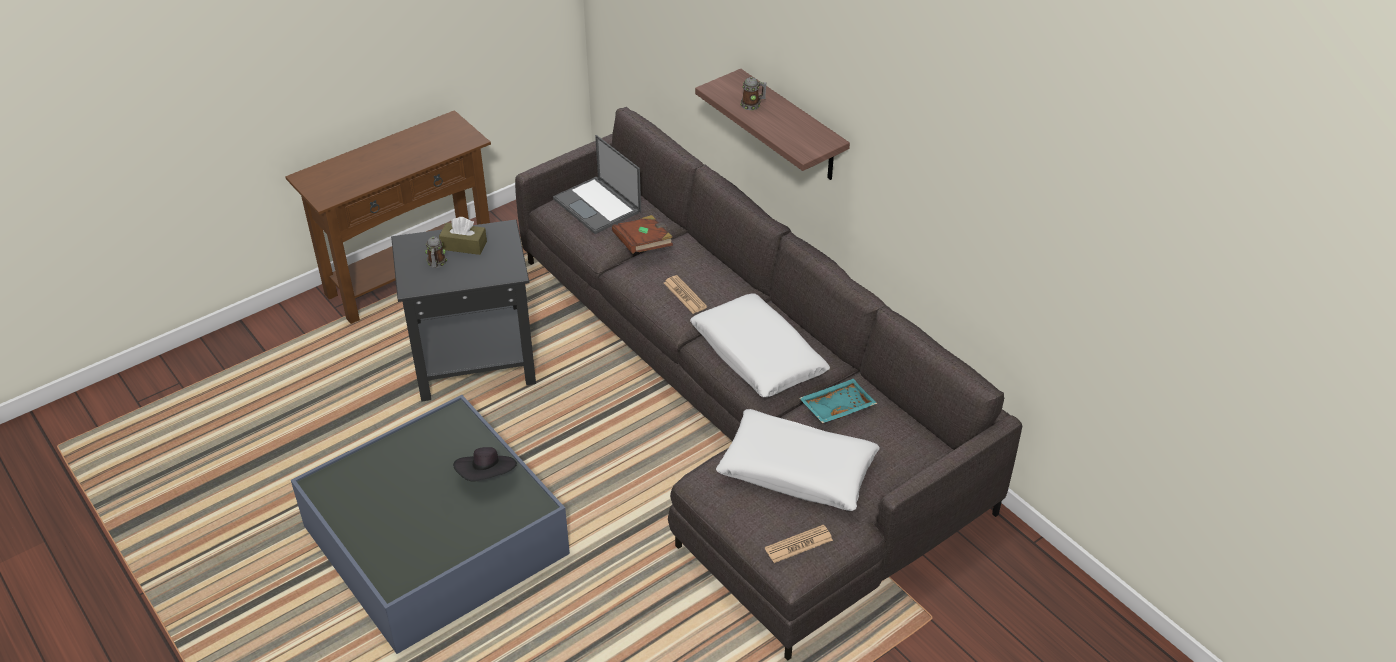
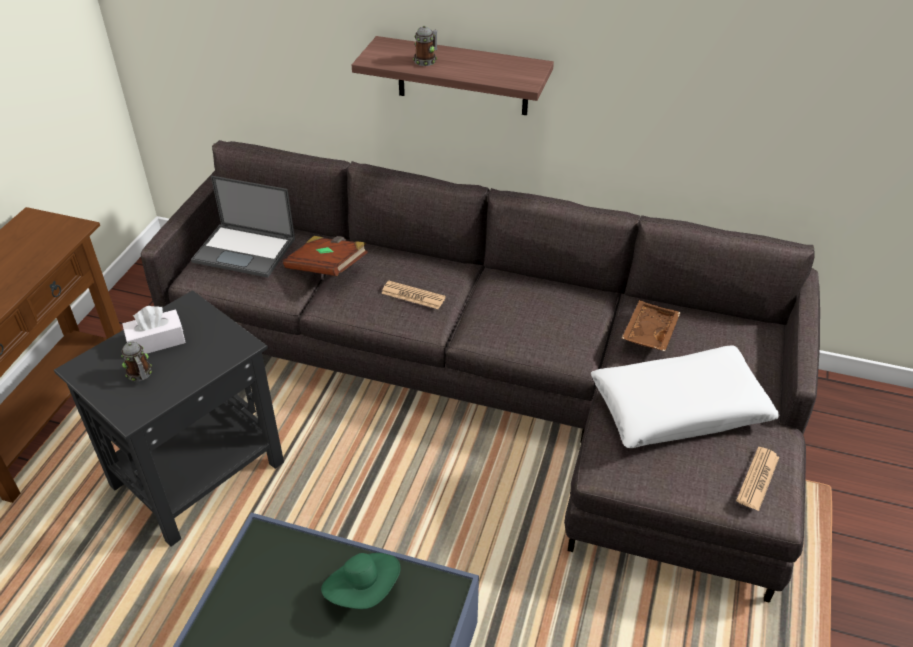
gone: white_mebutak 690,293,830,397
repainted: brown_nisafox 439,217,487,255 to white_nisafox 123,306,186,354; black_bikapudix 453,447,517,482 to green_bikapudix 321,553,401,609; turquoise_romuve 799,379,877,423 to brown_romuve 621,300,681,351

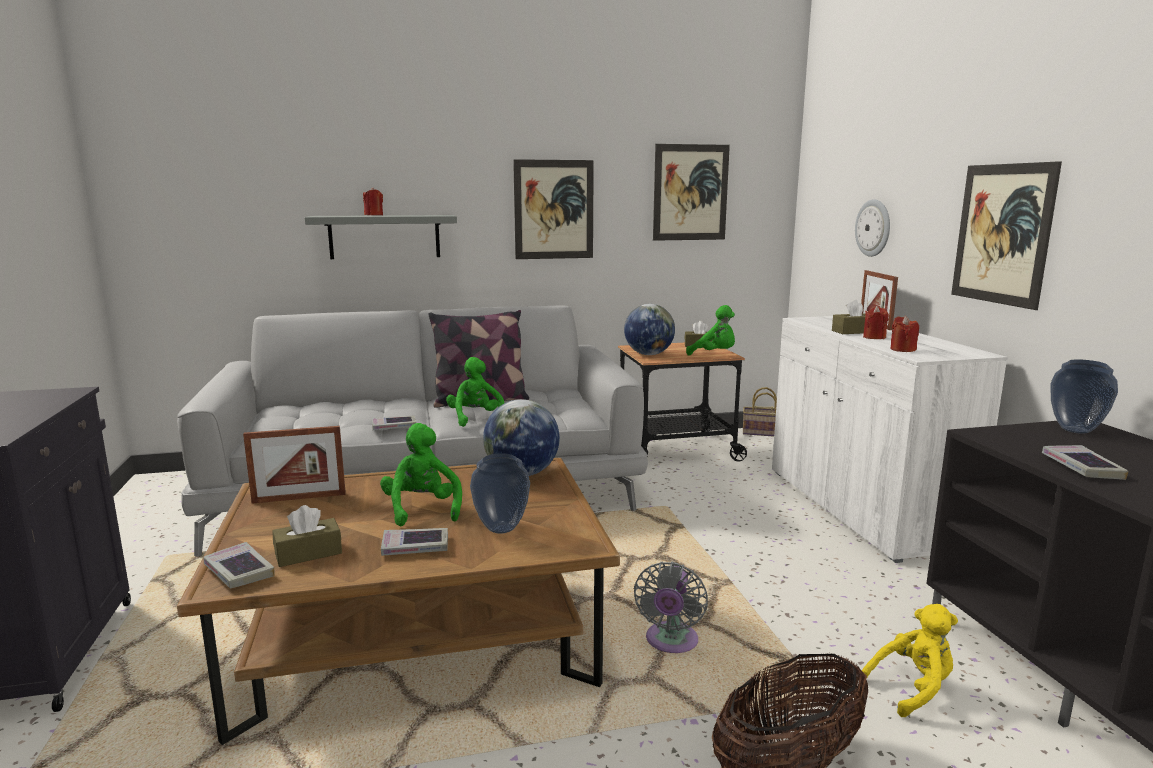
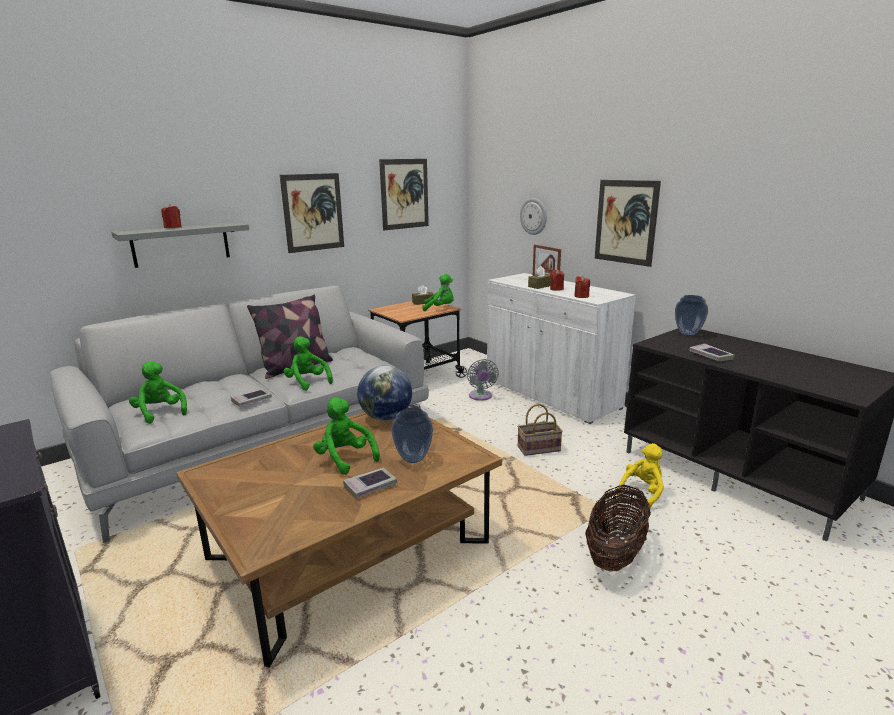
gone: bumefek 203,542,274,588; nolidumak 243,426,346,504; brown_nisafox 272,505,342,567; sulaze 624,304,675,355
new: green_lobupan 129,361,187,424
shifted: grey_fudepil 634,562,708,653 to 467,359,499,401; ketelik 743,387,777,437 to 517,404,563,456

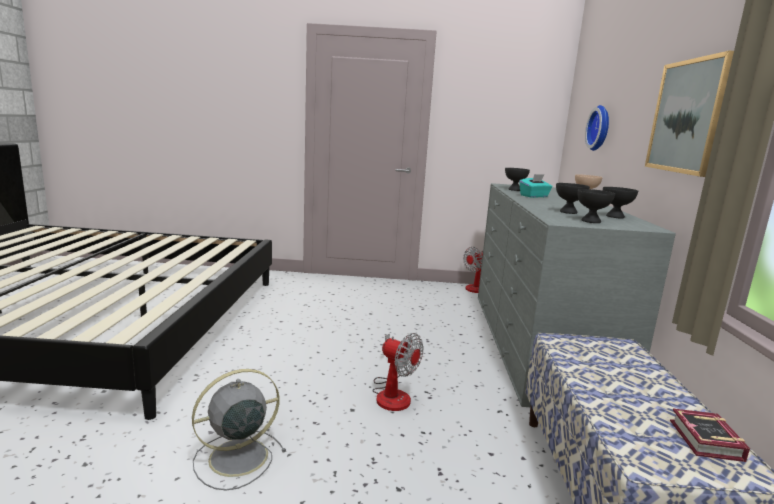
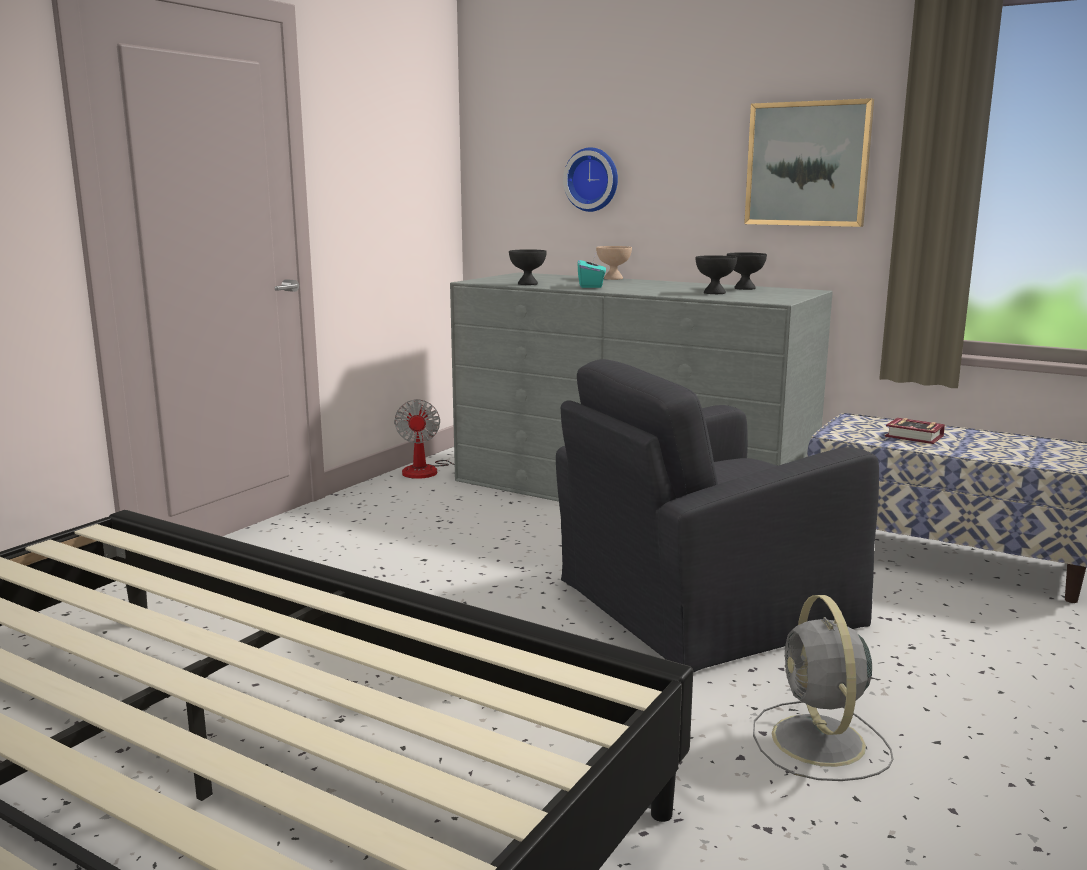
gone: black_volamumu 577,189,615,223
shifted: bumefek 670,409,750,462 to 885,418,945,444
swapped: fudepil 372,333,424,411 to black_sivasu 556,359,879,673

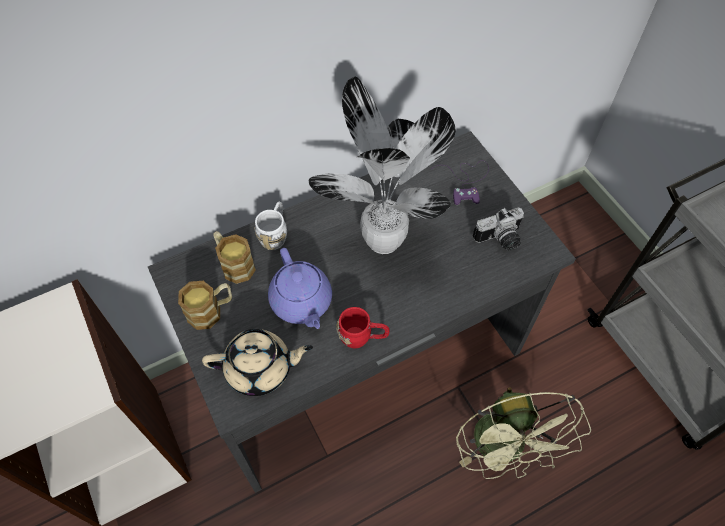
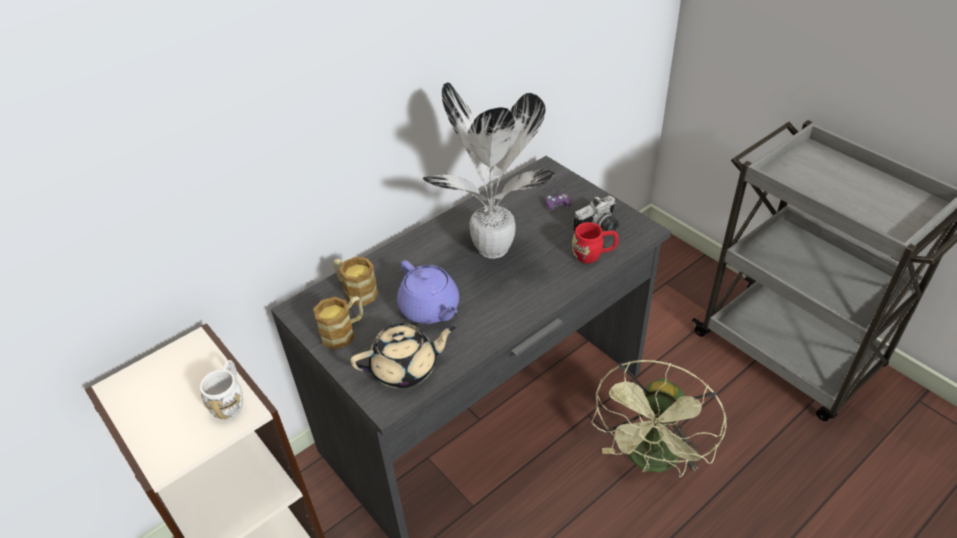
shifted: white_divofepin 255,201,287,250 to 200,360,243,420; red_divofepin 336,307,390,348 to 572,222,619,263
rotated: green_fudepil 456,387,591,479 = 591,360,727,477 45 degrees clockwise

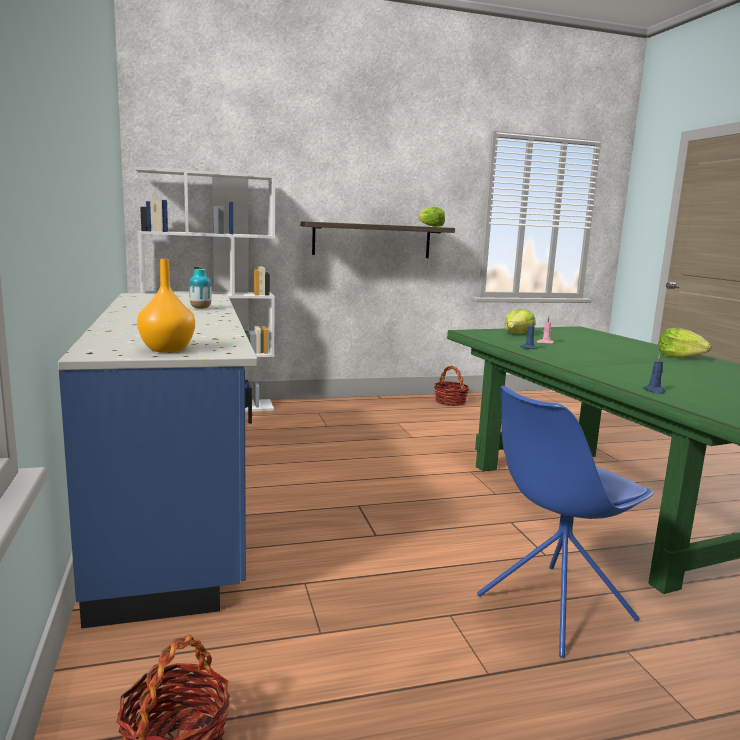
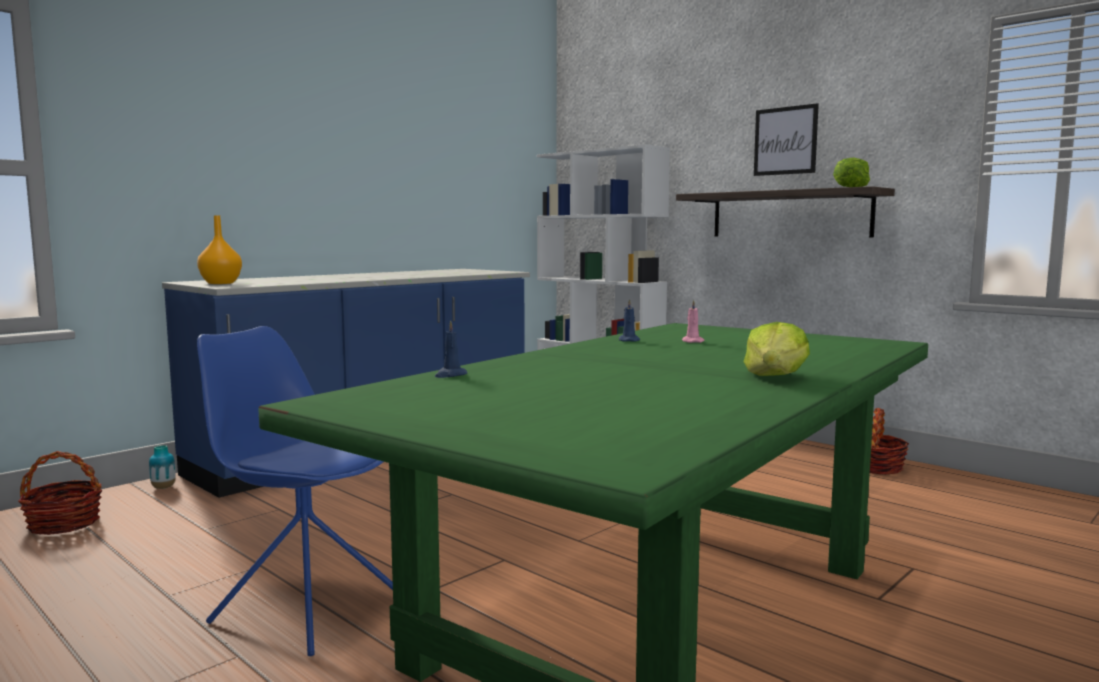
gone: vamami 504,309,536,334
new: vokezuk 754,103,819,176
shifted: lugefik 189,269,212,309 to 149,445,176,489

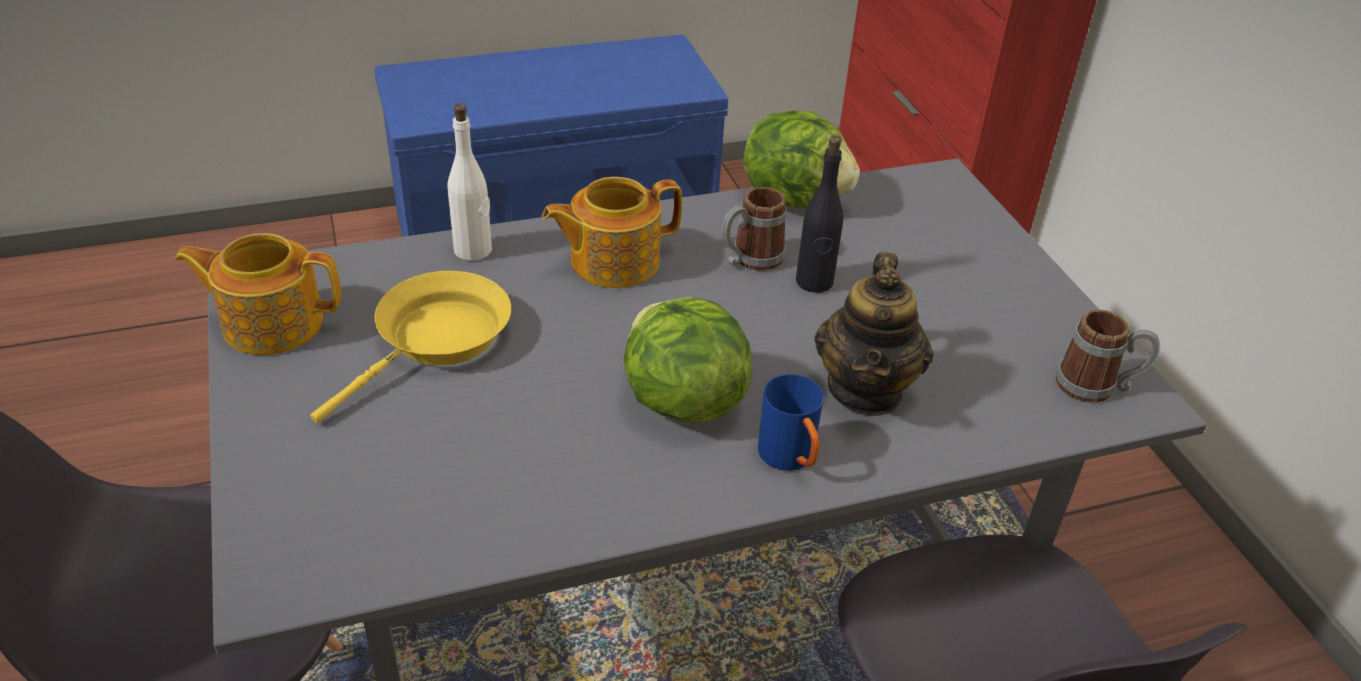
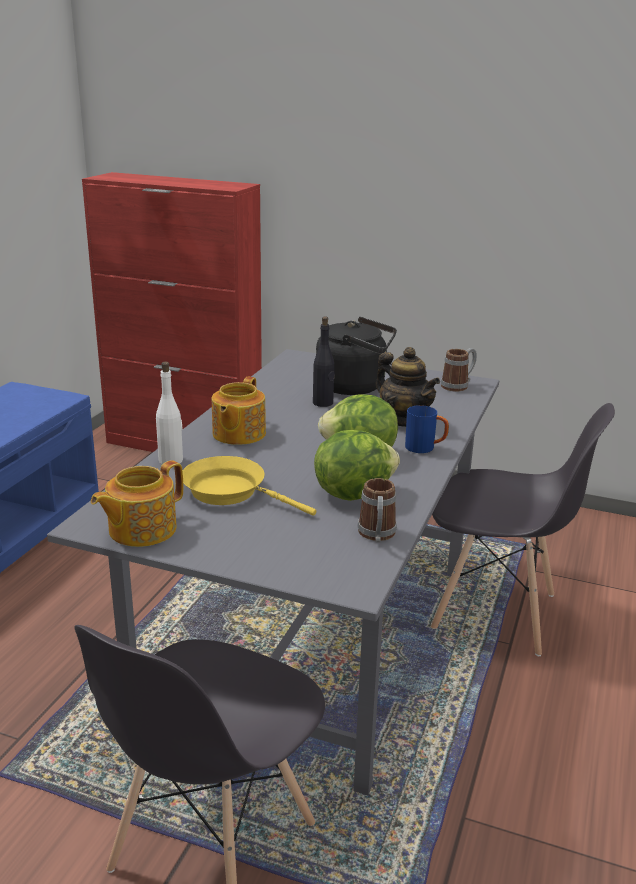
new: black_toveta 316,317,397,395
shifted: divofepin 722,187,787,271 to 357,478,397,543; vamami 744,111,860,208 to 314,430,400,501
rotated: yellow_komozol 310,271,511,423 = 183,456,316,516 45 degrees counterclockwise

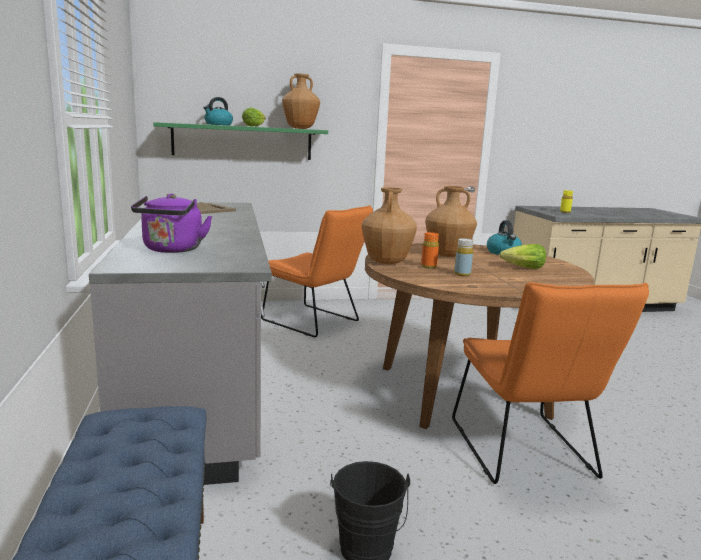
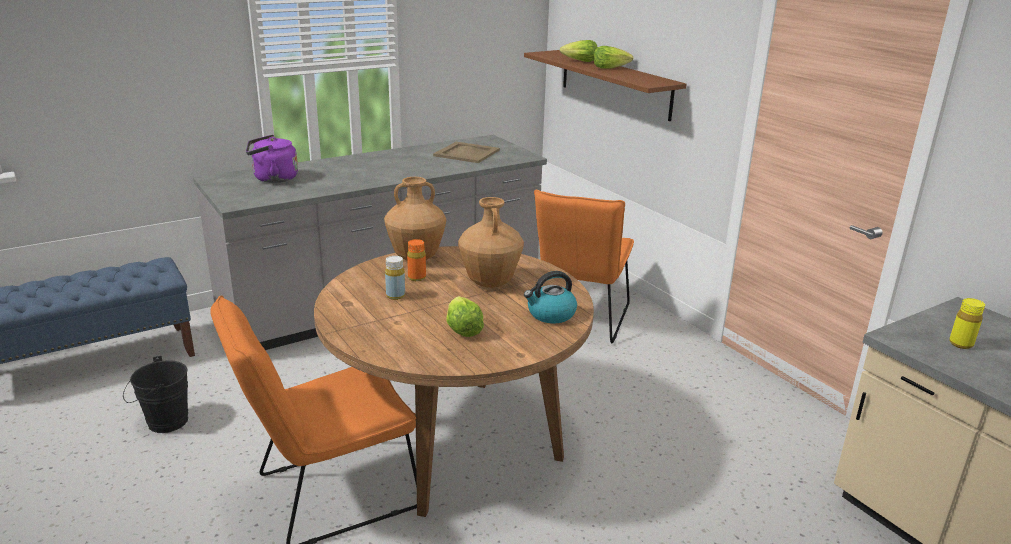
gone: brown_lugefik 282,74,320,129
swapped: toveta 203,97,233,125 to vamami 560,40,598,62
repainted: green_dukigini 153,122,328,160 to brown_dukigini 524,50,686,121

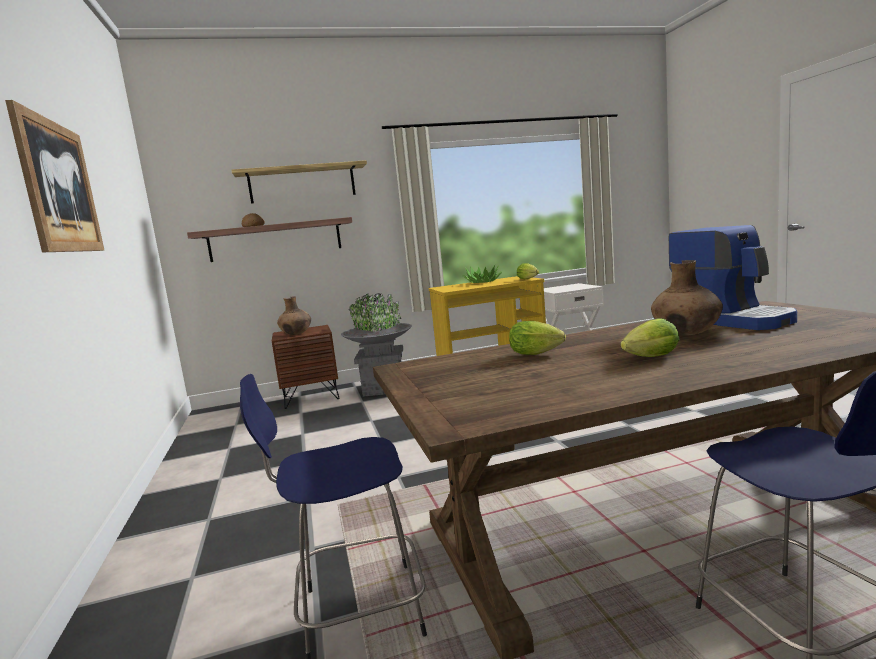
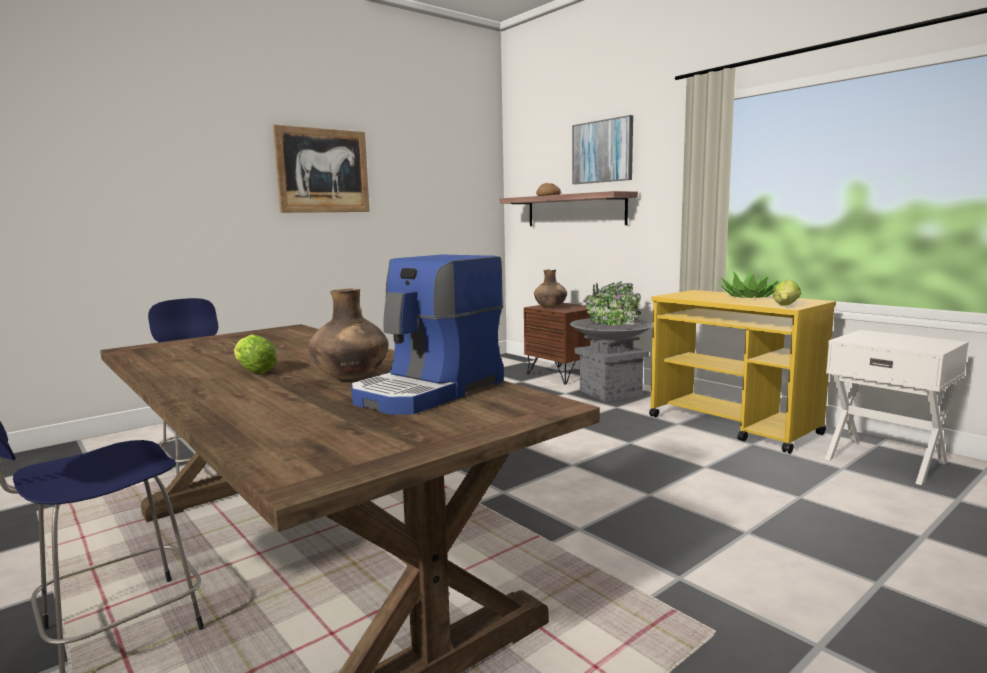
gone: vamami 509,321,566,355
swapped: dukigini 231,160,367,203 to vokezuk 572,115,633,184

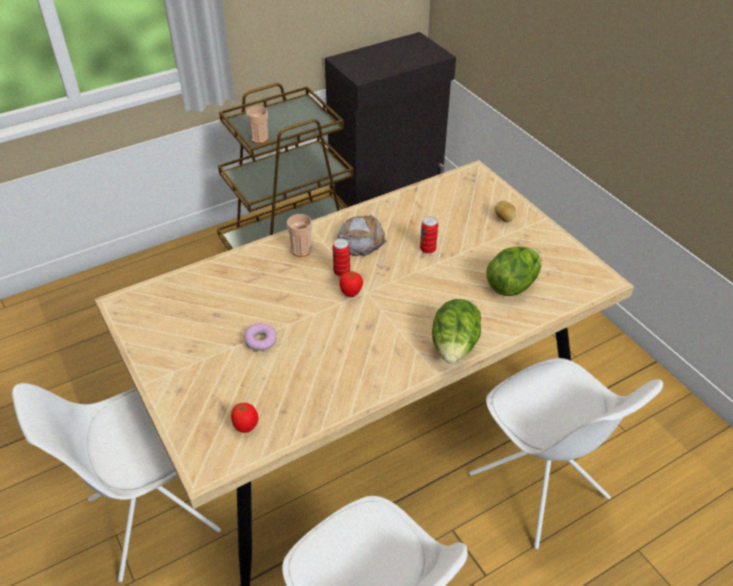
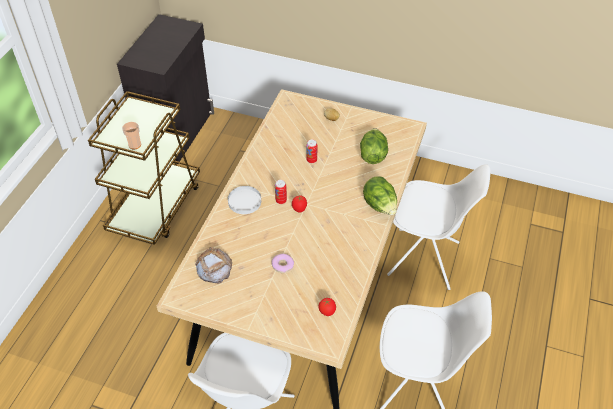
shifted: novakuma 337,214,387,256 to 195,247,232,283
swapped: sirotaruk 287,214,312,257 to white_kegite 228,186,261,214

